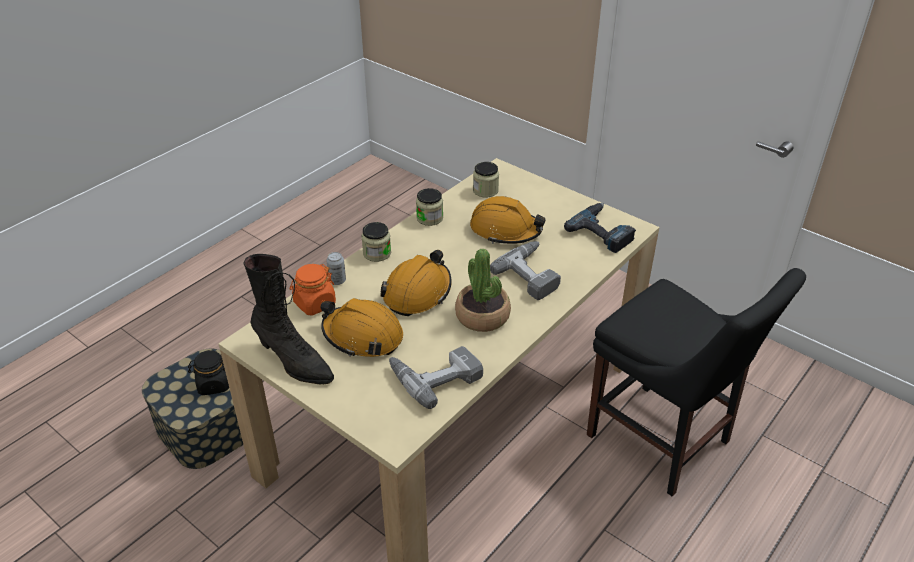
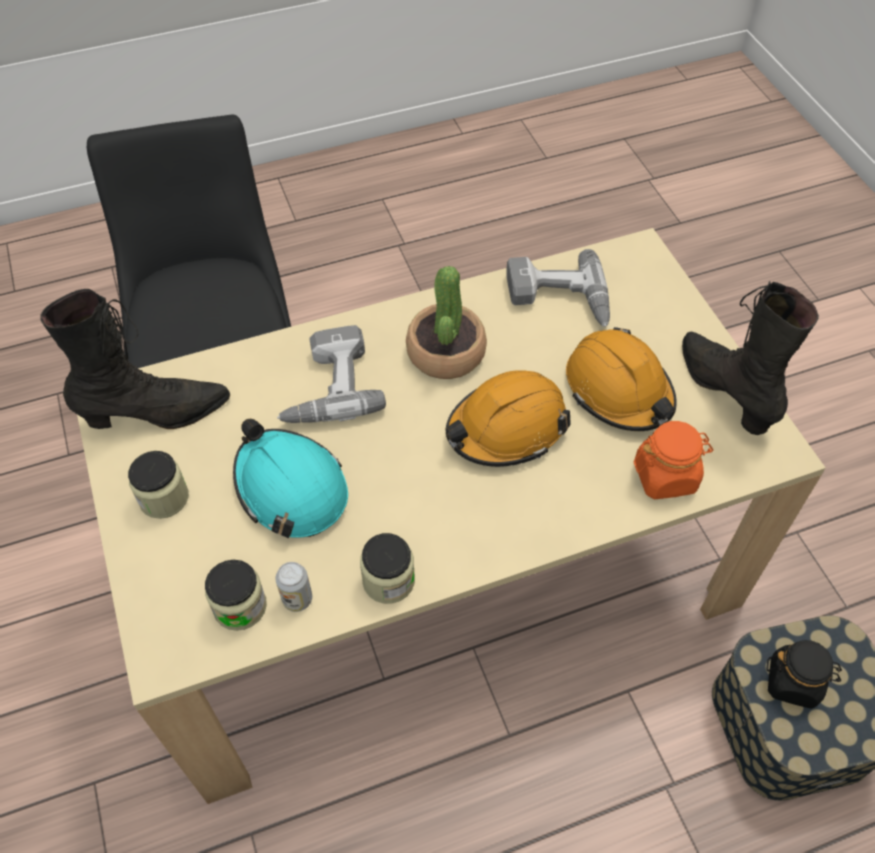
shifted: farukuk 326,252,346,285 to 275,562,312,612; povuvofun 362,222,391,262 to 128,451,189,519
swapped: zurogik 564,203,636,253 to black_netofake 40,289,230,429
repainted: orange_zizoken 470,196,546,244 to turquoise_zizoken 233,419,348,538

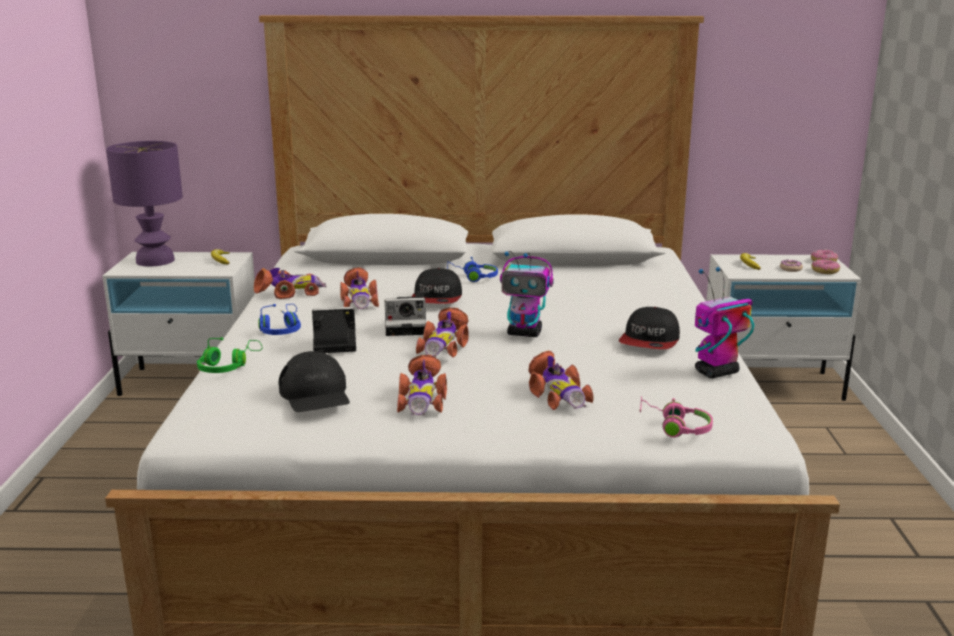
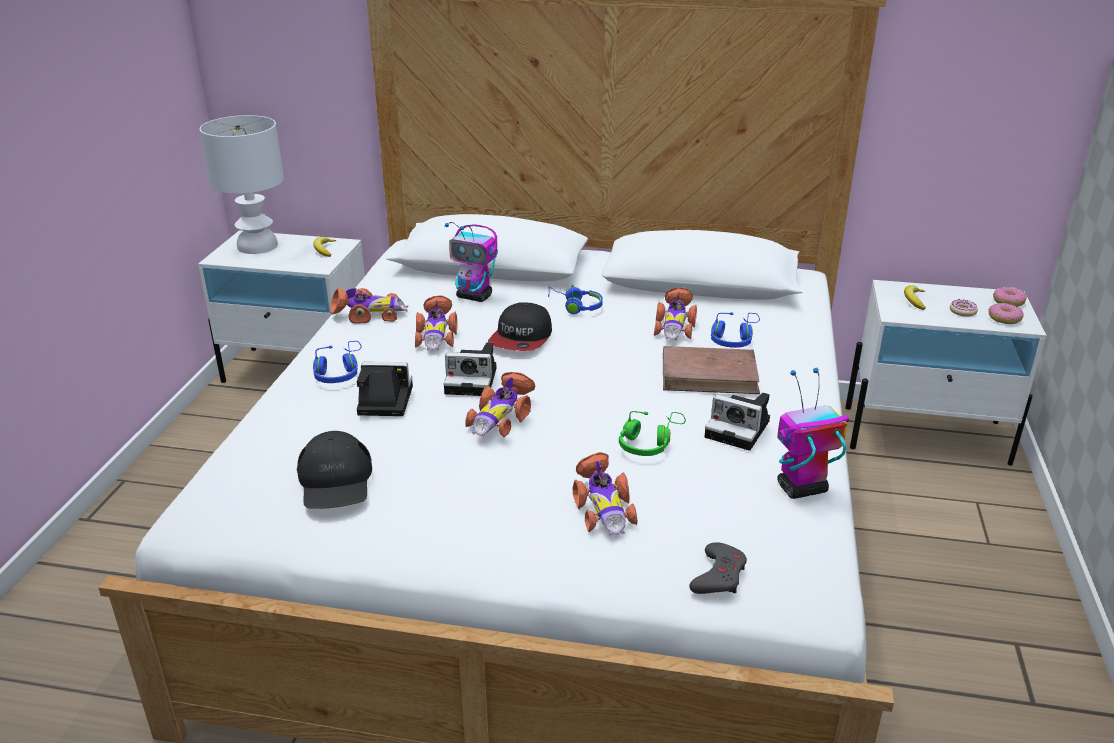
new: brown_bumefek 663,346,760,394; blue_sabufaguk 711,312,760,348
shifted: green_sabufaguk 197,337,262,373 to 619,411,686,456; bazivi 397,355,447,416 to 654,288,697,341; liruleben 500,251,554,337 to 445,222,498,302
swapped: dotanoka 619,307,680,349 to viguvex 705,393,770,451; pink_sabufaguk 640,396,713,438 to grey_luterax 689,543,747,594
repainted: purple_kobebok 106,141,183,267 to white_kobebok 200,115,284,254

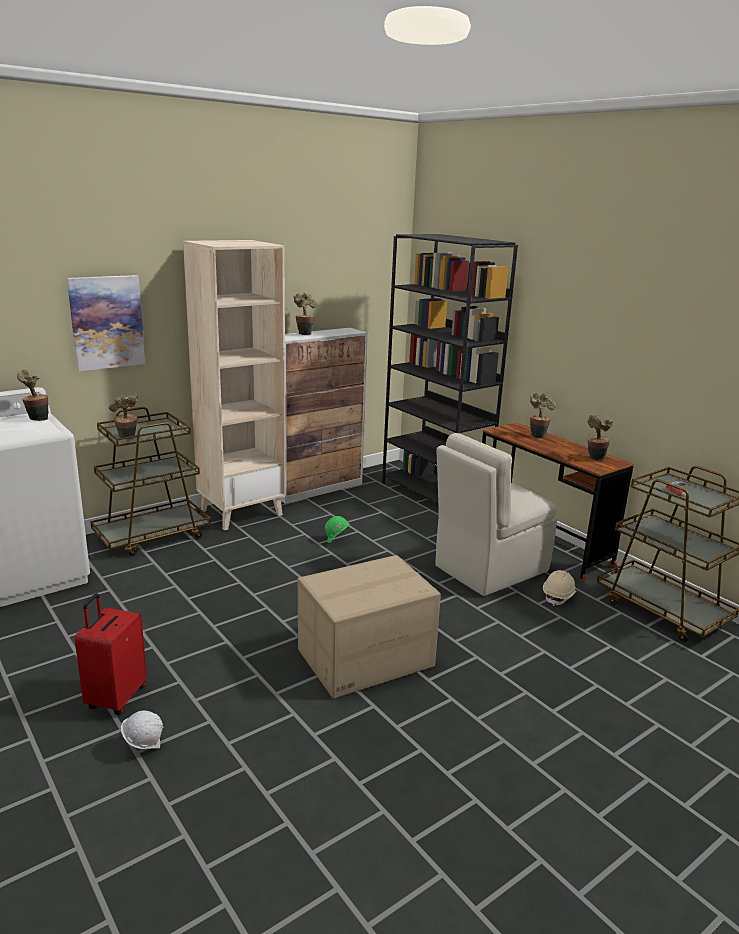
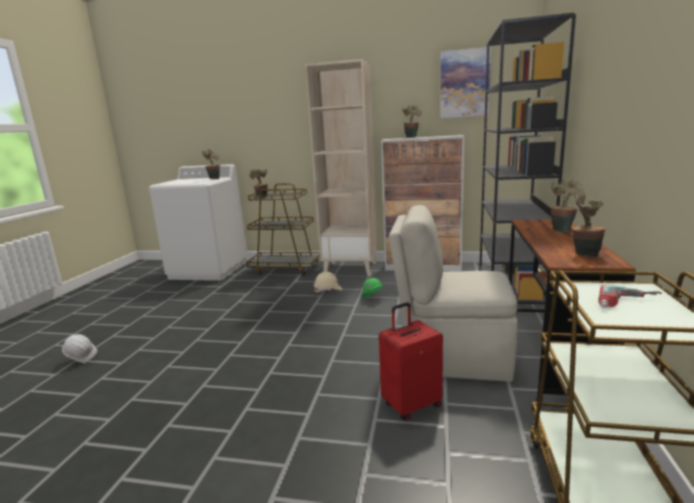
gone: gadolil 298,555,441,699
shifted: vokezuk 67,275,145,371 to 440,47,491,118; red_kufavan 75,593,147,715 to 379,302,443,421; beige_zizoken 543,570,577,606 to 314,272,342,292

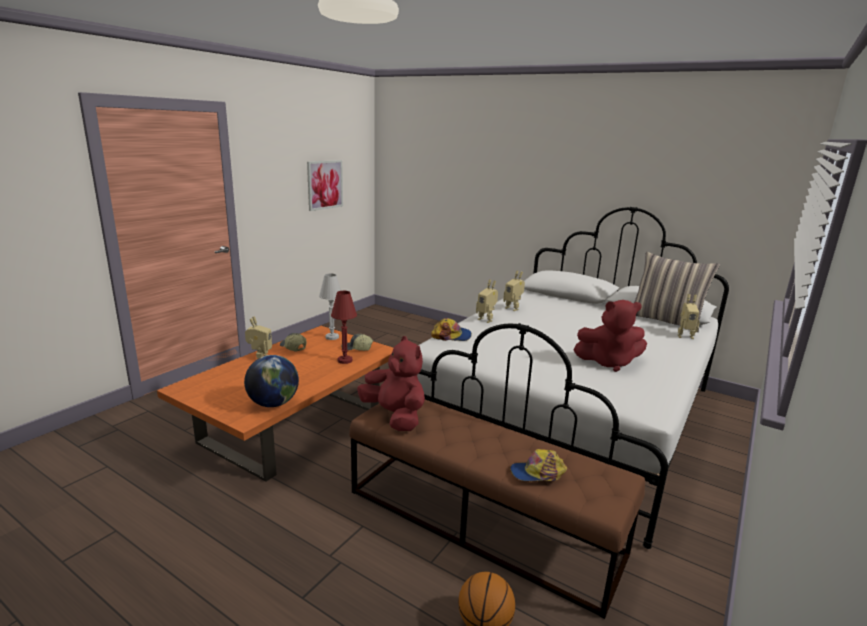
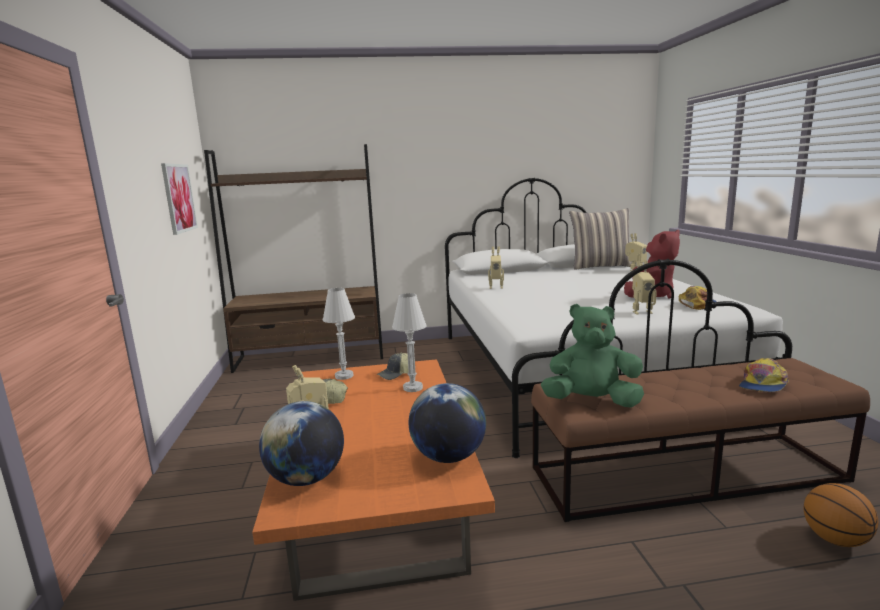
new: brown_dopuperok 204,144,383,373; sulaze 259,401,344,486
shifted: dotanoka 431,318,472,341 to 679,286,717,310; liruleben 476,279,498,323 to 632,261,657,314
repainted: red_kobebok 331,291,357,364 to white_kobebok 392,293,427,392; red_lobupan 357,336,425,431 to green_lobupan 541,304,644,408

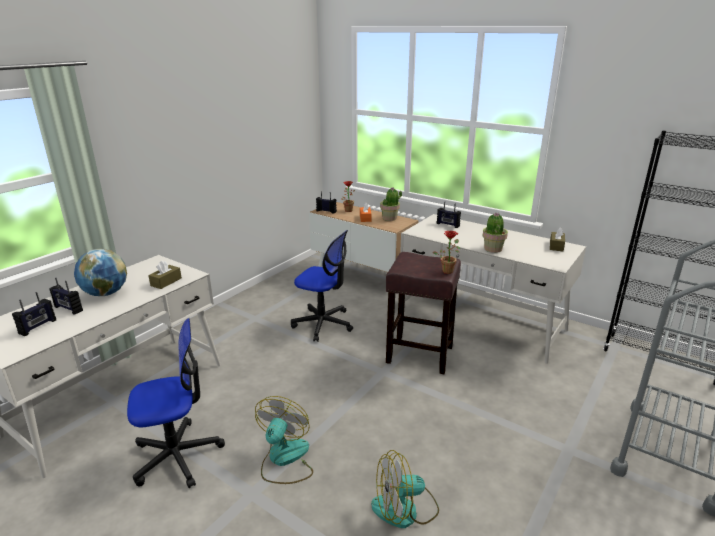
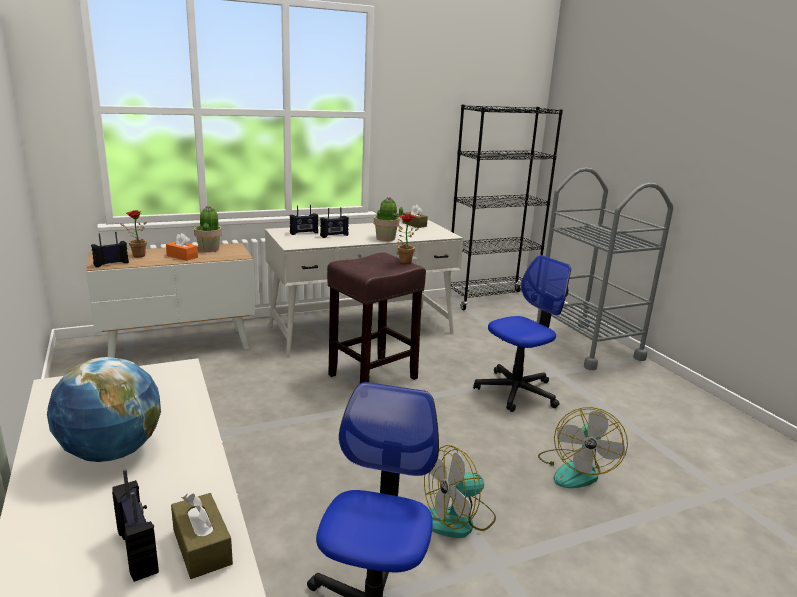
shifted: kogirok 49,278,83,315 to 320,207,349,238; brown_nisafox 148,260,182,289 to 171,493,233,579; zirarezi 291,230,353,342 to 473,255,571,412
rotated: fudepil 255,396,313,484 = 424,445,496,538 75 degrees counterclockwise

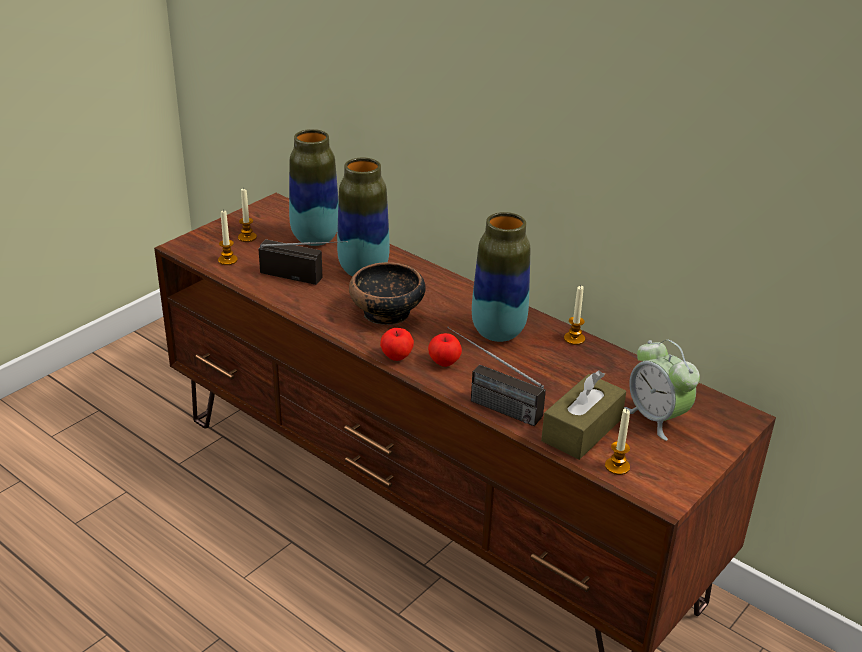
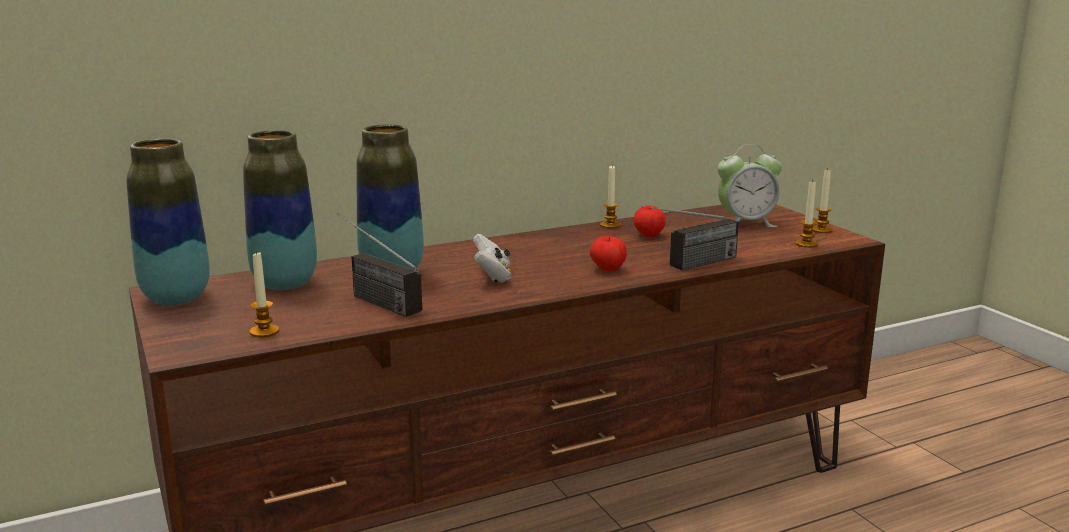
gone: brown_nisafox 541,370,626,460
shifted: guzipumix 238,189,257,242 to 813,169,833,233; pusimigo 380,328,414,361 to 633,206,666,237; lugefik 472,212,530,342 to 127,139,210,305
swapped: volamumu 349,262,426,325 to white_luterax 473,234,511,283
rotated: kogirok 258,239,348,285 = 336,212,422,317 90 degrees counterclockwise

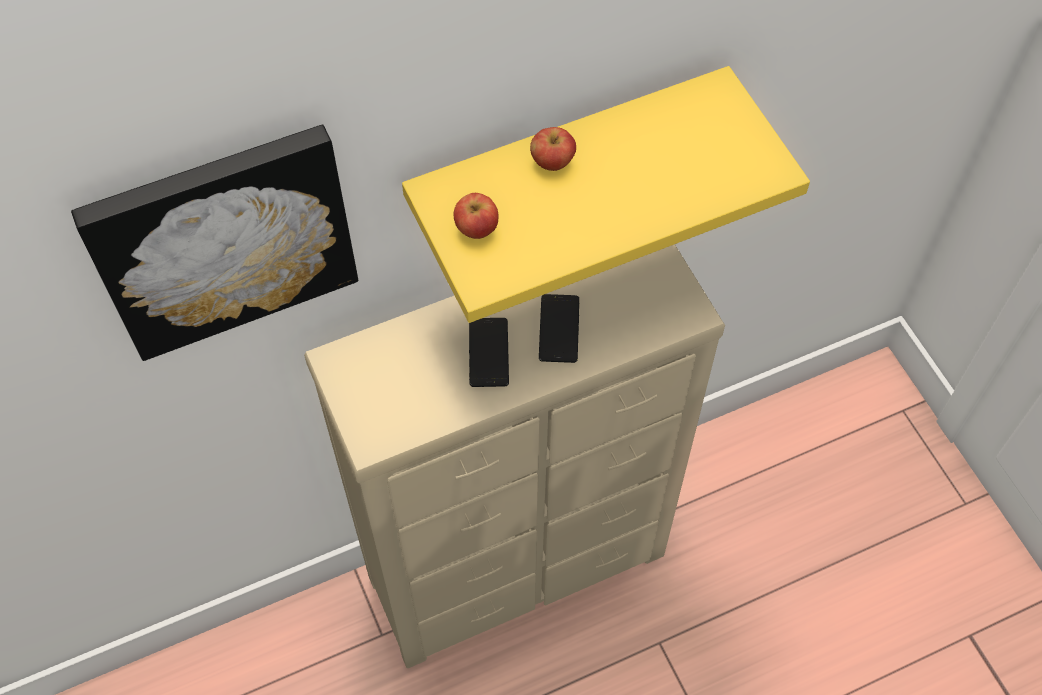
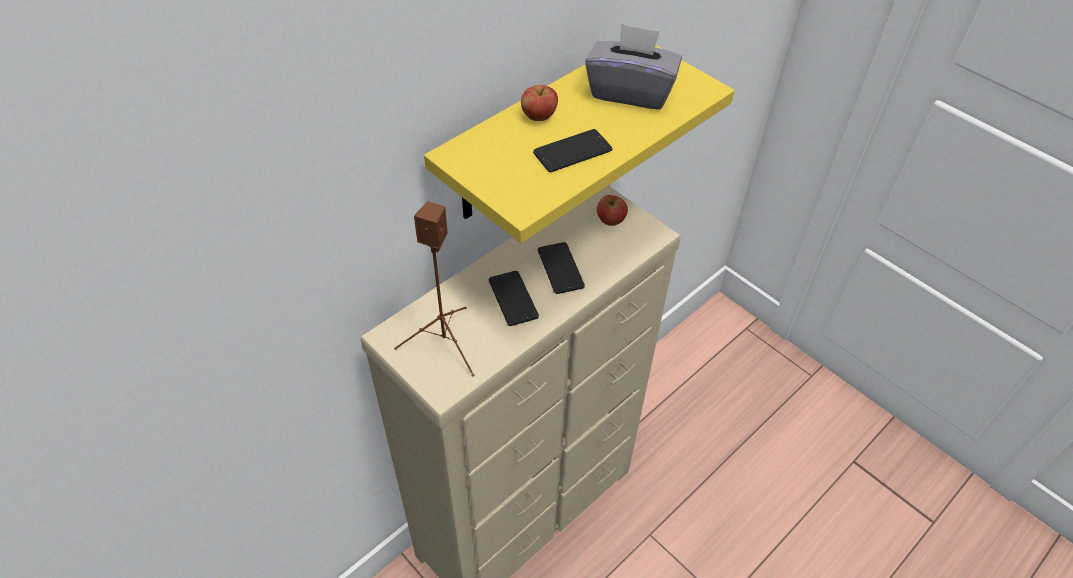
gone: vokezuk 71,124,358,361
new: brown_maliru 394,201,474,376; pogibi 533,129,613,172; grey_nisafox 585,23,682,110
shifted: pusimigo 454,193,498,239 to 597,195,628,226

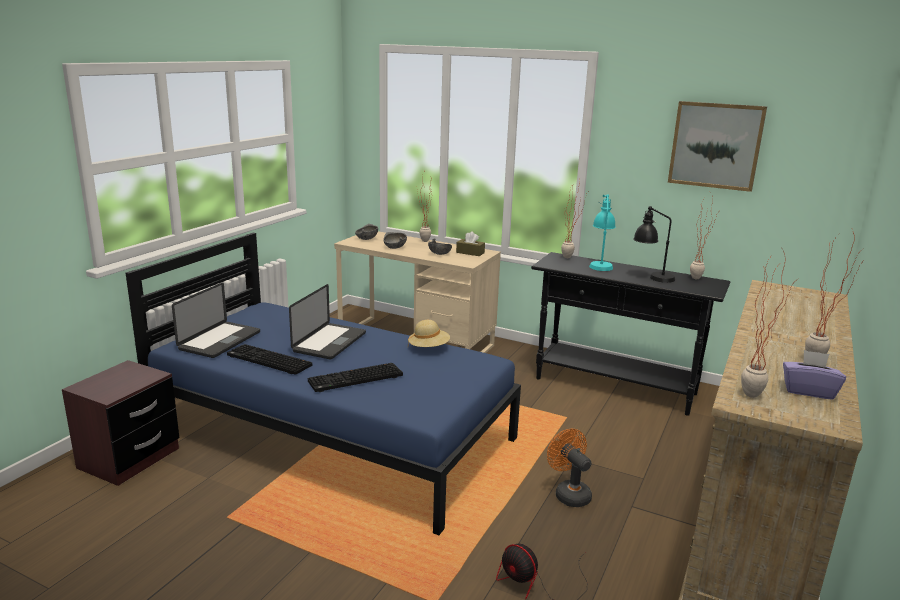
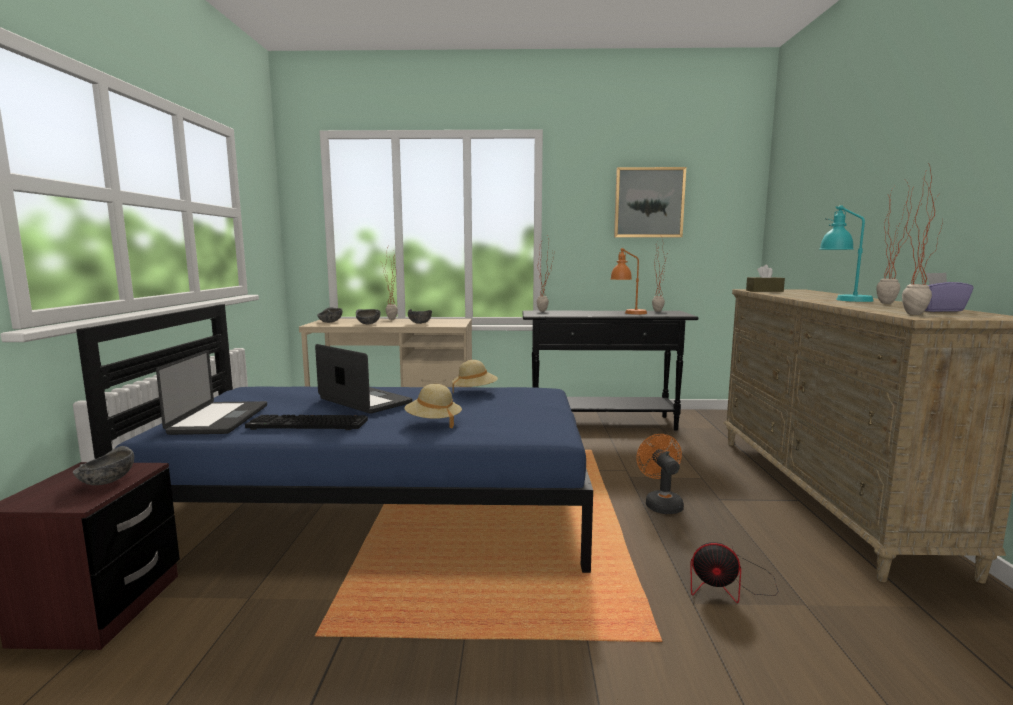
new: grey_volamumu 73,446,134,485
shifted: brown_nisafox 456,231,485,256 to 746,265,785,292; turquoise_kobebok 589,194,616,271 to 819,205,873,302
swapped: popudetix 308,363,403,392 to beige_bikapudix 404,384,462,428
repainted: black_kobebok 633,206,675,283 to orange_kobebok 610,248,647,314
rotated: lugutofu 289,284,366,360 = 315,344,412,414 45 degrees counterclockwise; orange_fudepil 547,429,592,507 = 636,434,684,514 45 degrees clockwise

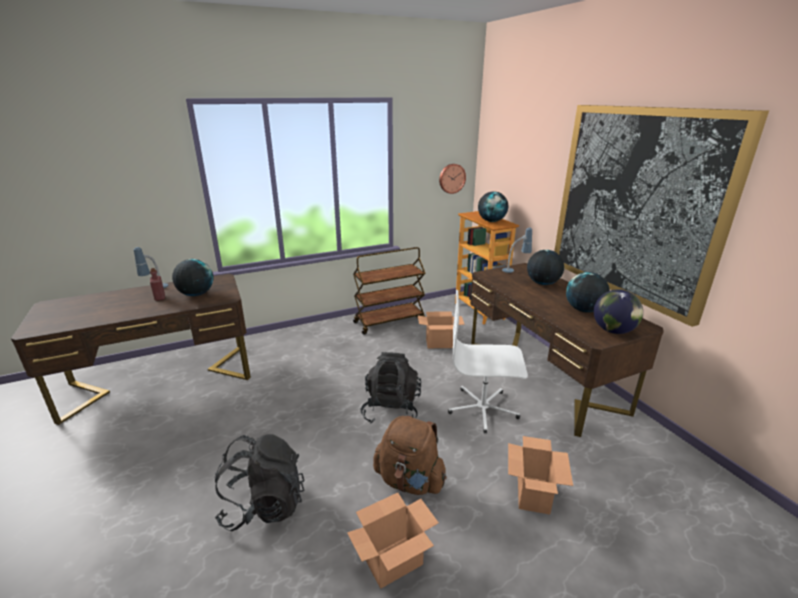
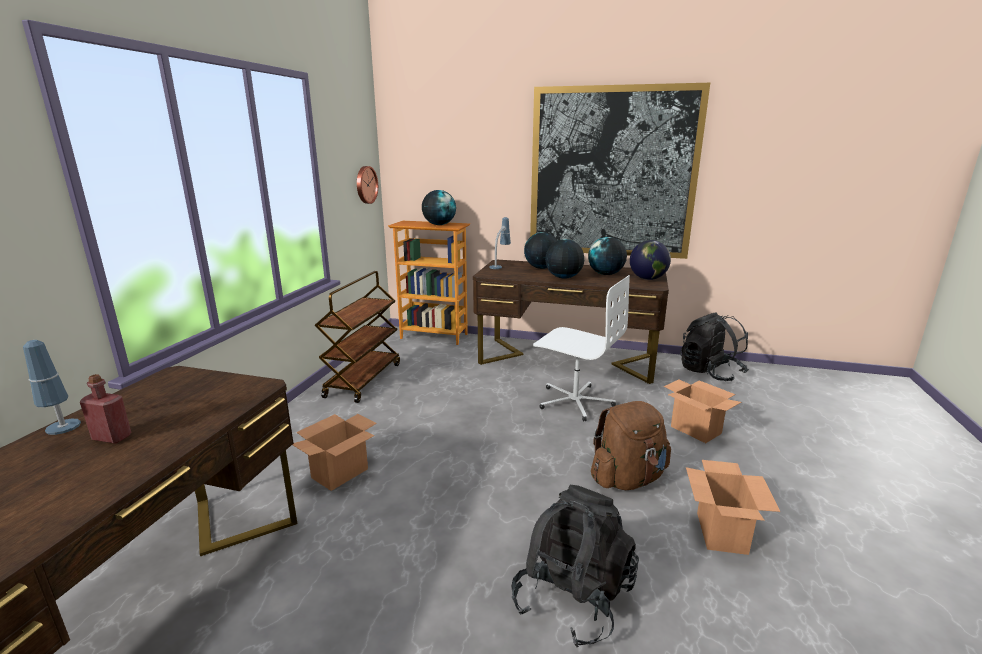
shifted: sulaze 172,259,214,296 to 545,239,584,279; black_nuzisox 361,352,421,424 to 680,312,749,382; gadolil 418,311,465,348 to 292,414,377,491
rotated: white_zirarezi 448,290,528,433 = 533,275,630,421 105 degrees counterclockwise

